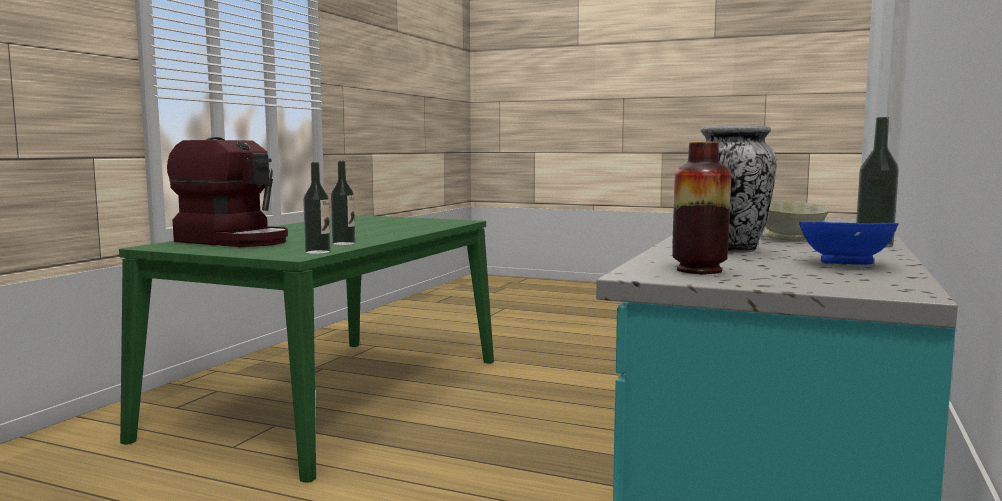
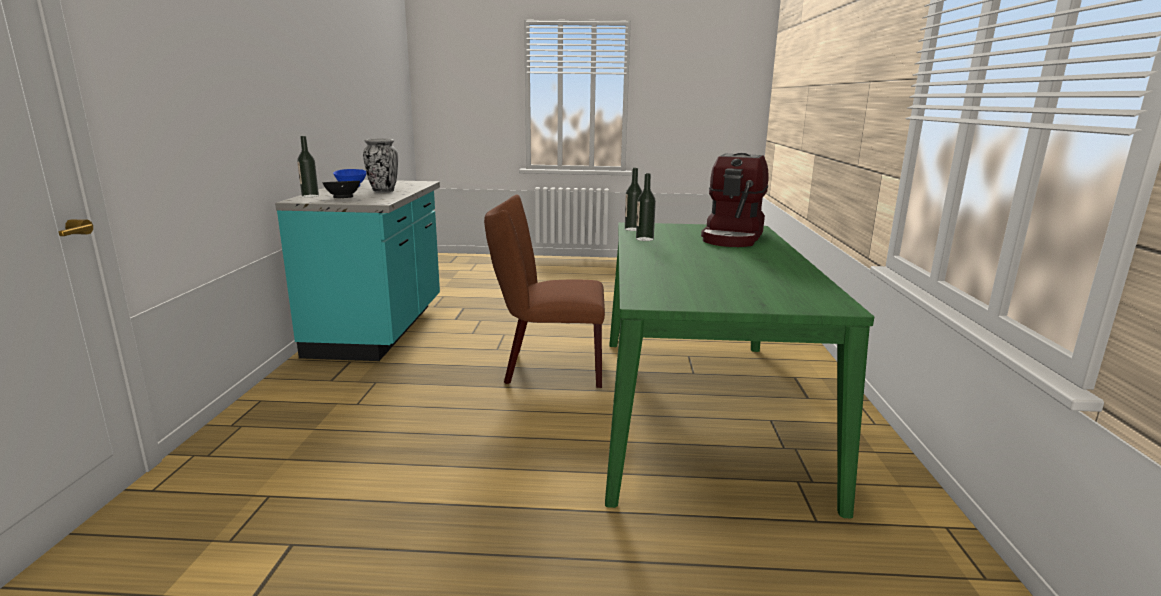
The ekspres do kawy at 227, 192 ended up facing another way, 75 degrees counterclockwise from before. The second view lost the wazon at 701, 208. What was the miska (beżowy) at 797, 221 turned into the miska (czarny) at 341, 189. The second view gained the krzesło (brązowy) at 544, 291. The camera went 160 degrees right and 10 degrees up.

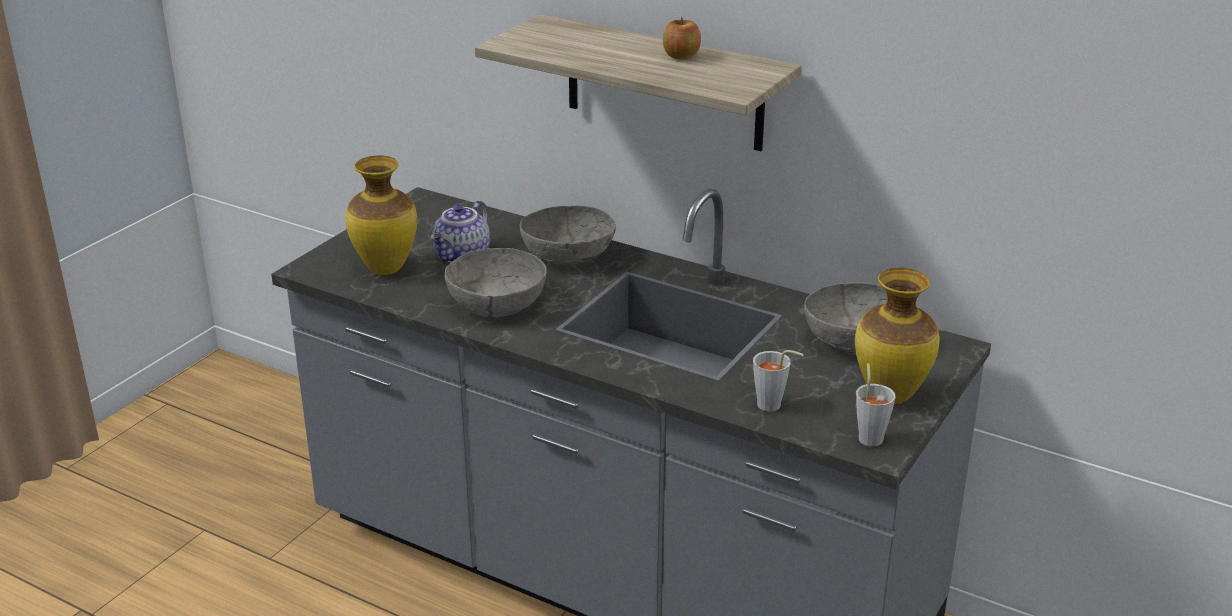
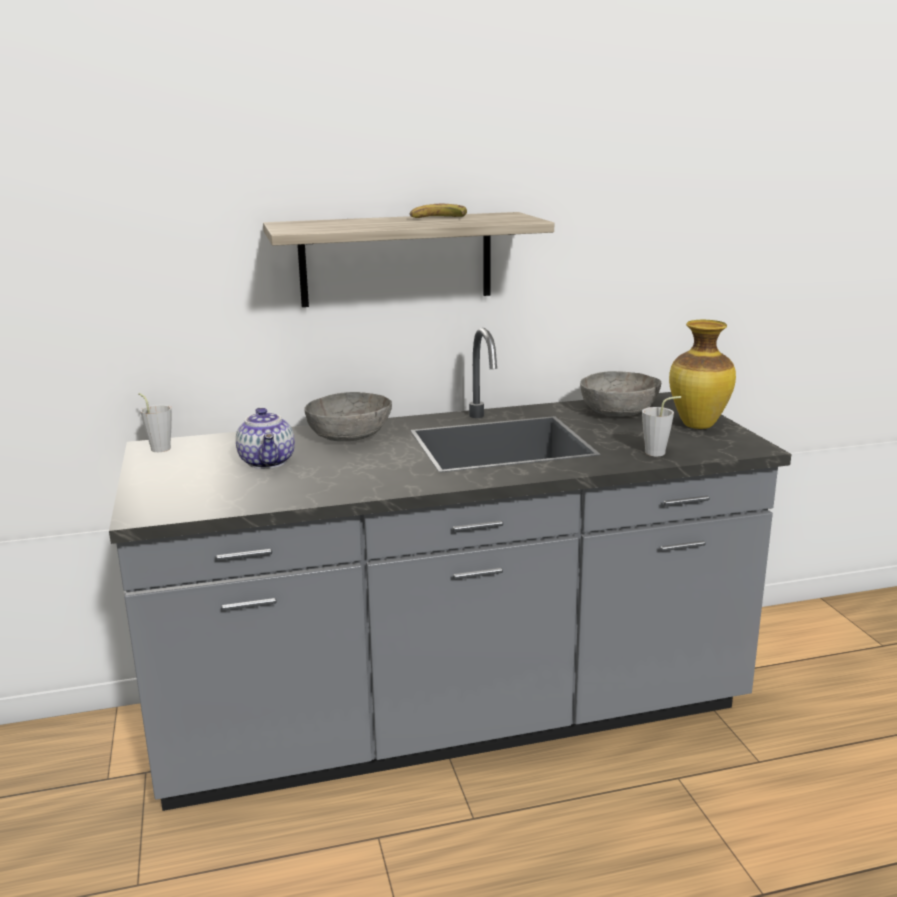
Where the jabłko stood at 682, 38, the banan came to stand at 438, 211. The second view lost the wazon at 381, 215. The second view lost the miska (szary) at 496, 282. The filiżanka (szary) ended up elsewhere, having gone from 876, 405 to 155, 422. The camera went 45 degrees left and 10 degrees down.

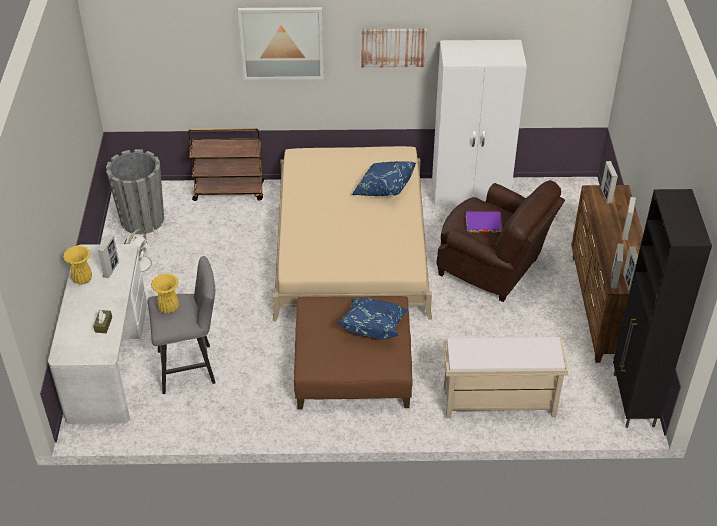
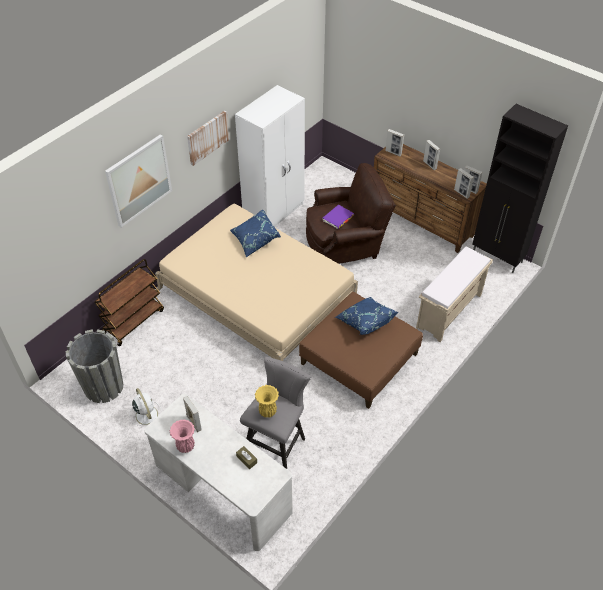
What was the wazon (żółty) at 77, 265 turned into the wazon (różowy) at 182, 436. The camera went 50 degrees left and 5 degrees up.

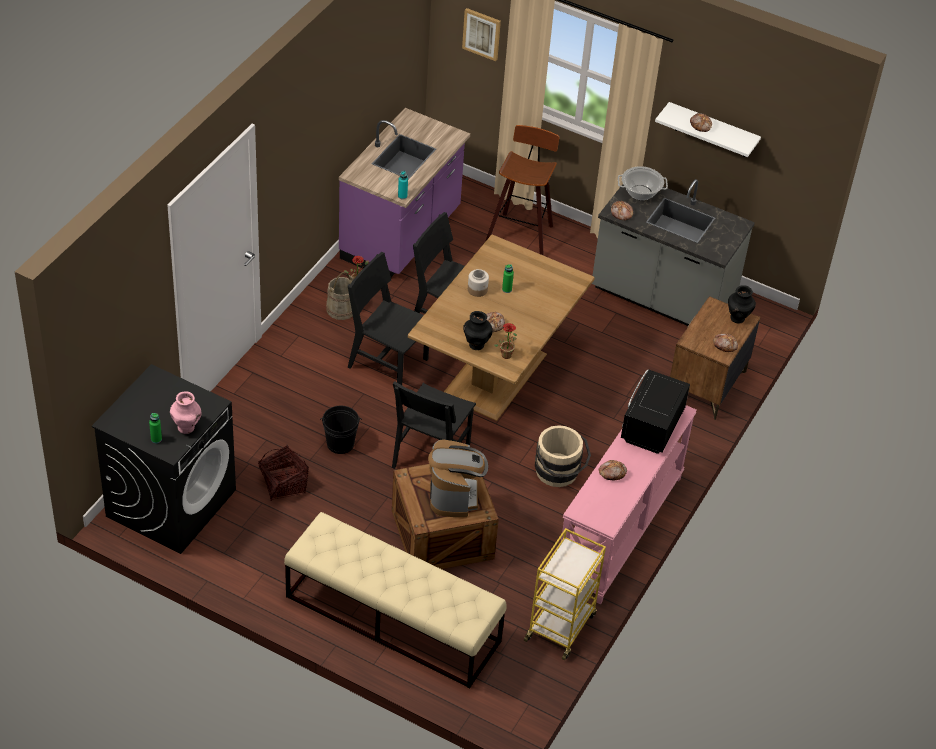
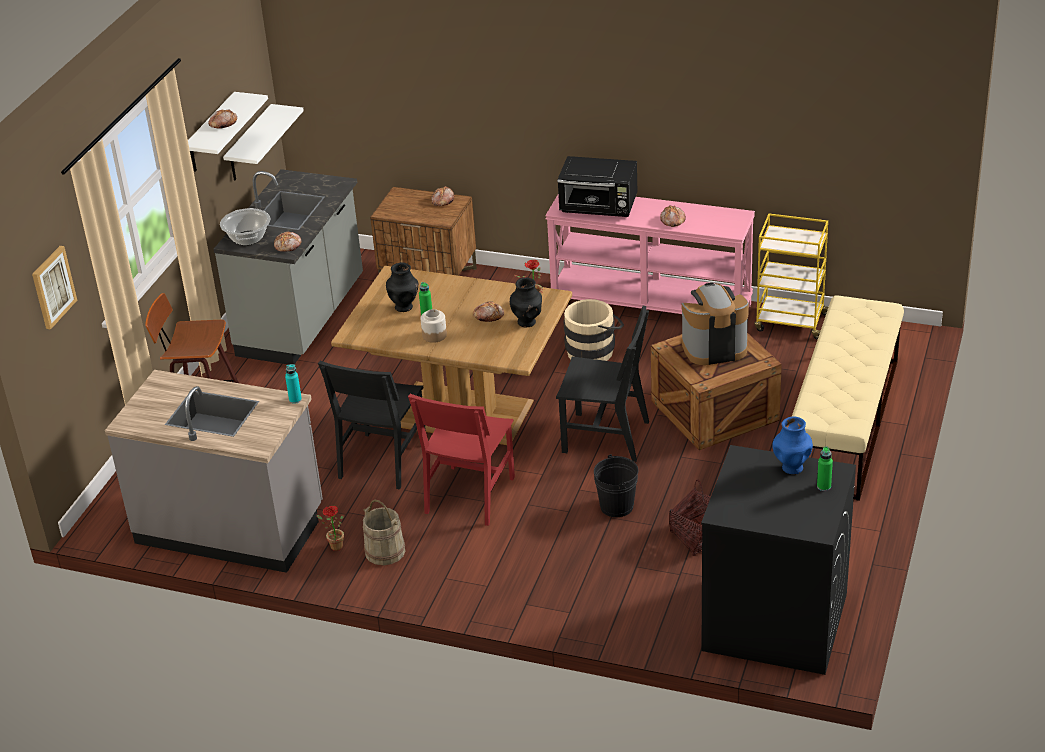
What was the zabudowa kuchenna (fioletowy) at 404, 192 turned into the zabudowa kuchenna (szary) at 214, 471. What was the krzesło (czarny) at 388, 318 turned into the krzesło (czerwony) at 461, 460. The wazon (czarny) ended up elsewhere, having gone from 742, 304 to 402, 287. What was the wazon (różowy) at 185, 412 turned into the wazon (niebieski) at 793, 446. The second view gained the półka (biały) at 263, 142. The camera went 95 degrees left and 10 degrees down.

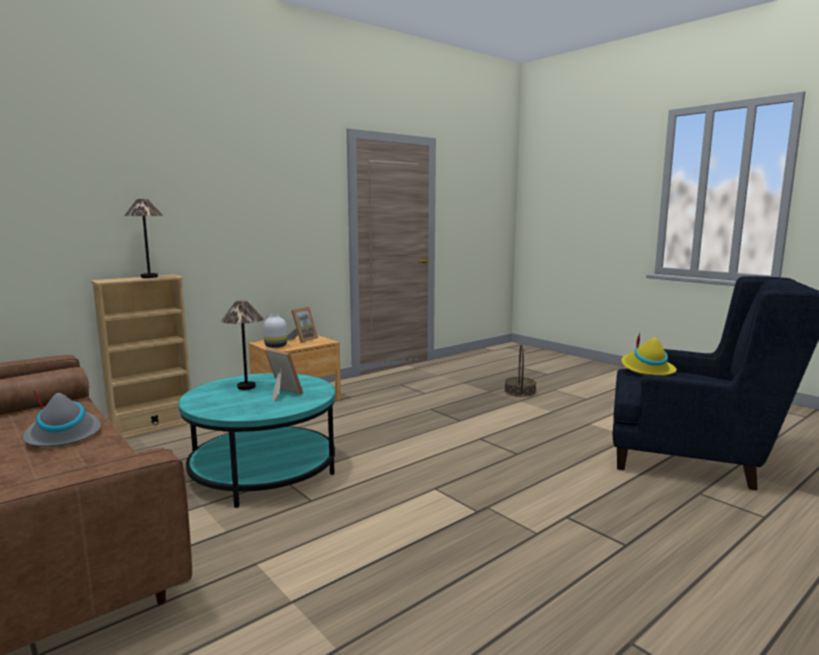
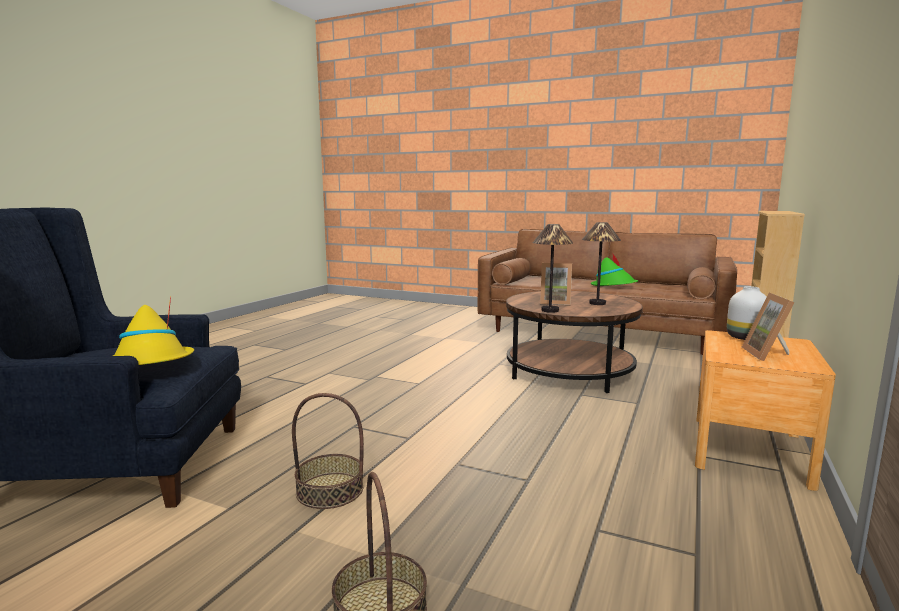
The lampa stołowa ended up elsewhere, having gone from 143, 238 to 552, 268. What was the ława (turkusowy) at 256, 440 turned into the ława (brązowy) at 574, 342. What was the kapelusz (szary) at 62, 418 turned into the kapelusz (zielony) at 614, 269. The second view gained the koszyk at 328, 451. The camera went 155 degrees right and 0 degrees up.

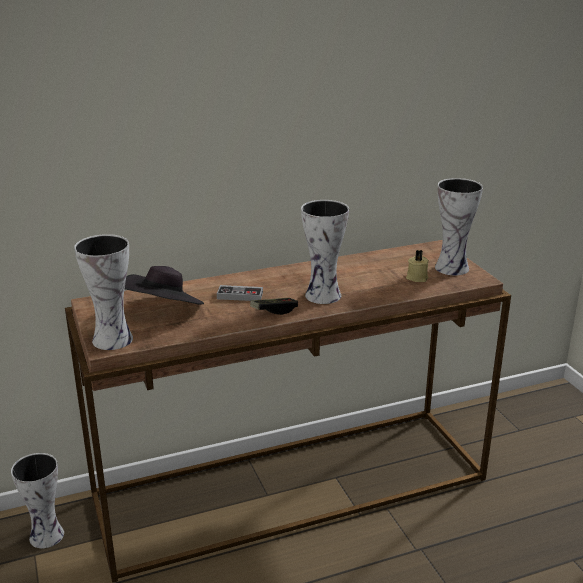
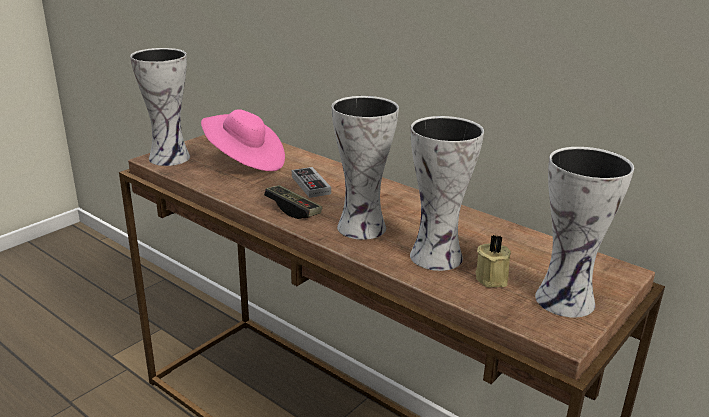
What was the kapelusz (czarny) at 164, 285 turned into the kapelusz (różowy) at 243, 140. The wazon ended up elsewhere, having gone from 37, 500 to 447, 193. The camera went 60 degrees right and 0 degrees up.

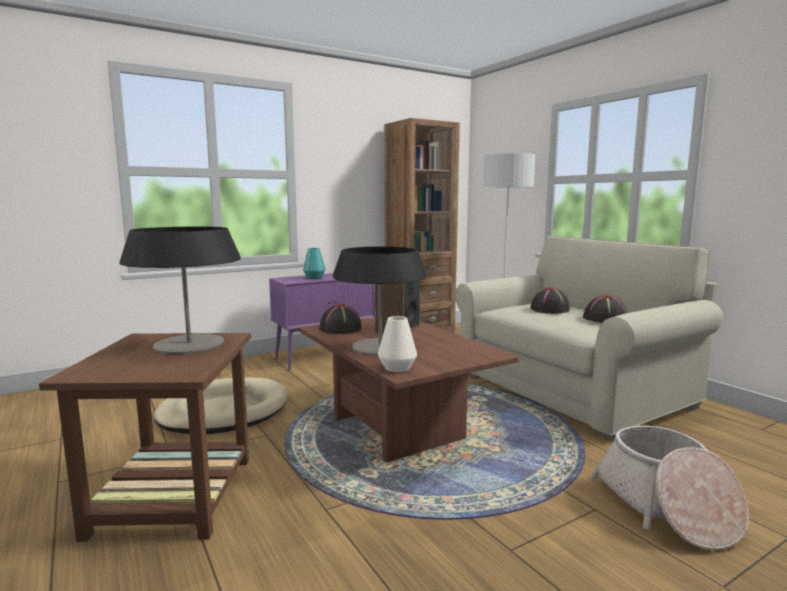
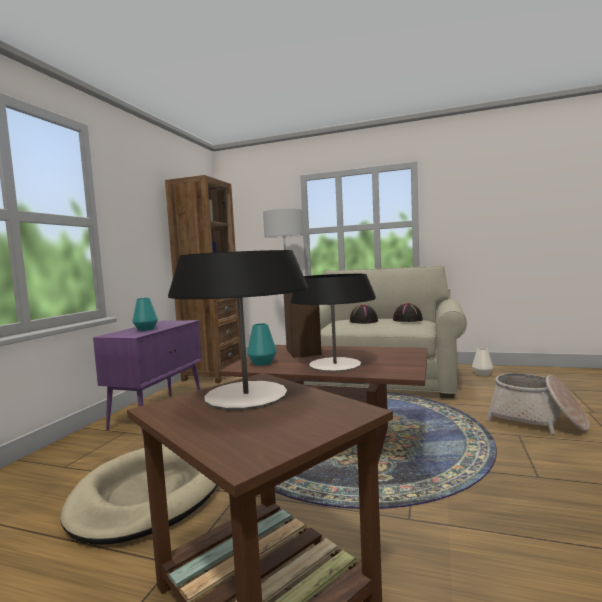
Where the kapelusz (czarny) stood at 340, 319, the wazon (turkusowy) came to stand at 262, 344. The wazon (biały) ended up elsewhere, having gone from 397, 344 to 482, 362. The camera went 40 degrees left and 5 degrees down.

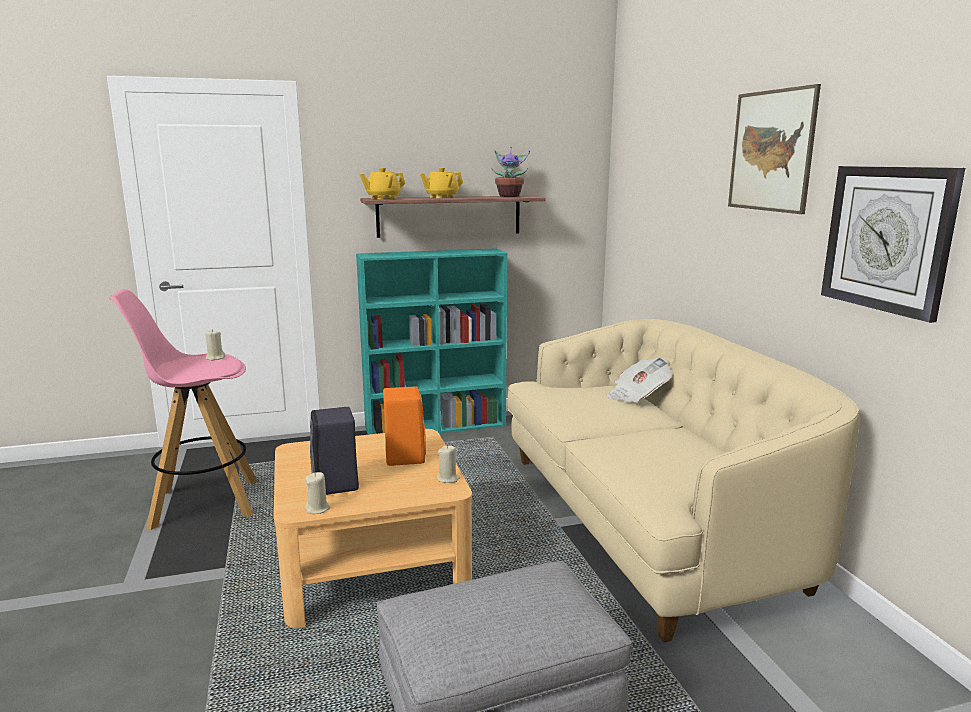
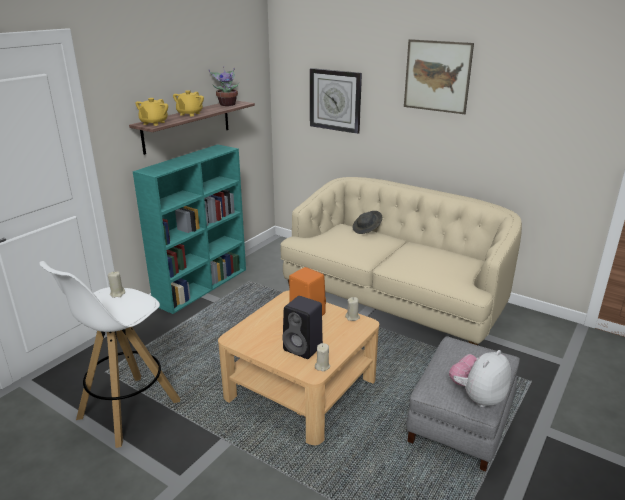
The zegar ścienny ended up elsewhere, having gone from 893, 244 to 336, 101. What was the stołek (różowy) at 183, 409 turned into the stołek (biały) at 109, 354. Where the gazeta stood at 639, 380, the kapelusz (szary) came to stand at 367, 222. The second view gained the pluszak at 480, 378. The camera went 40 degrees left and 10 degrees up.

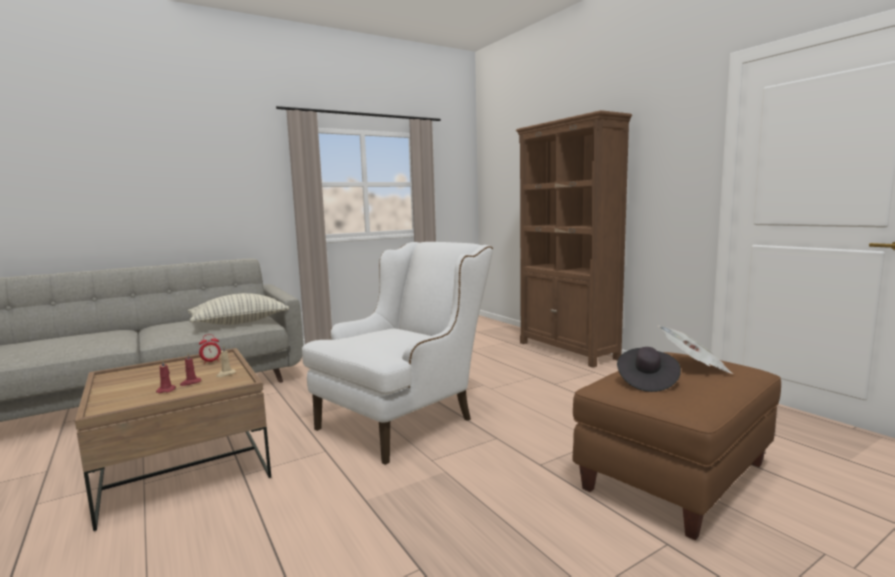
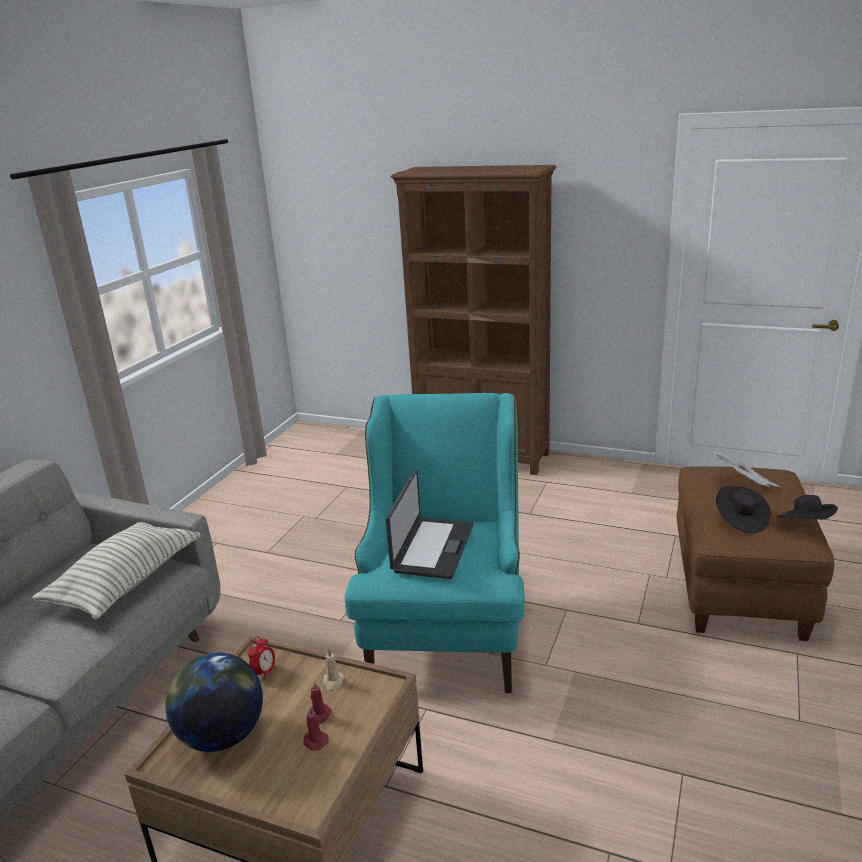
What was the fotel (biały) at 397, 353 turned into the fotel (turkusowy) at 434, 543. The second view gained the laptop at 429, 524. The second view gained the kapelusz (czarny) at 807, 507. The second view gained the globus at 214, 702. The camera went 35 degrees left and 15 degrees up.

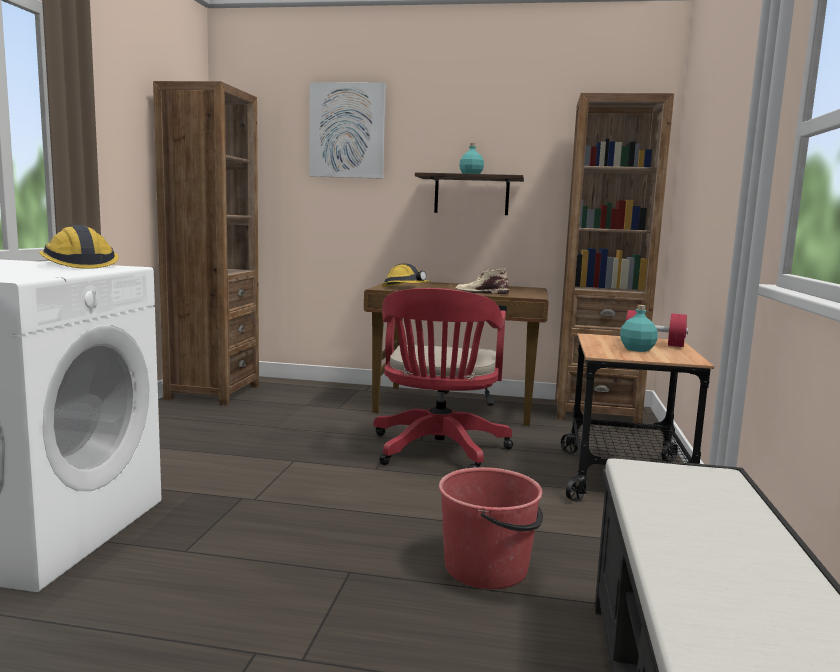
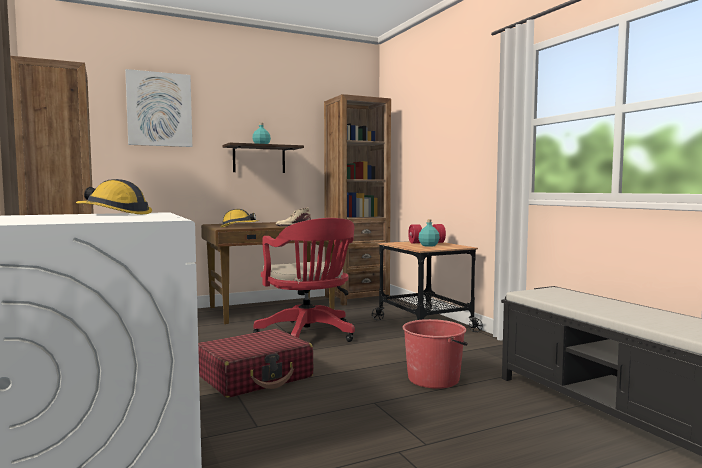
The second view gained the walizka (czerwony) at 256, 363. The camera went 35 degrees left and 5 degrees down.

